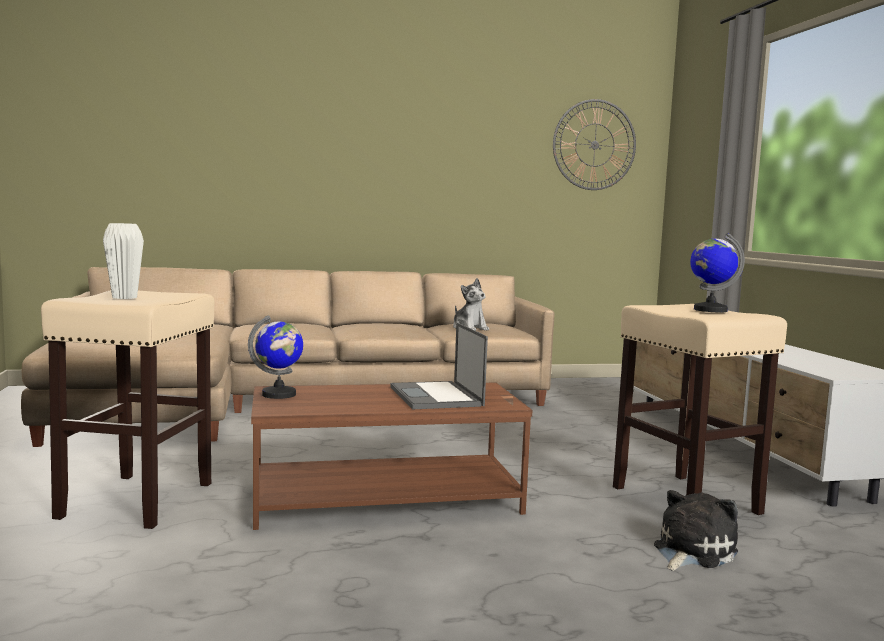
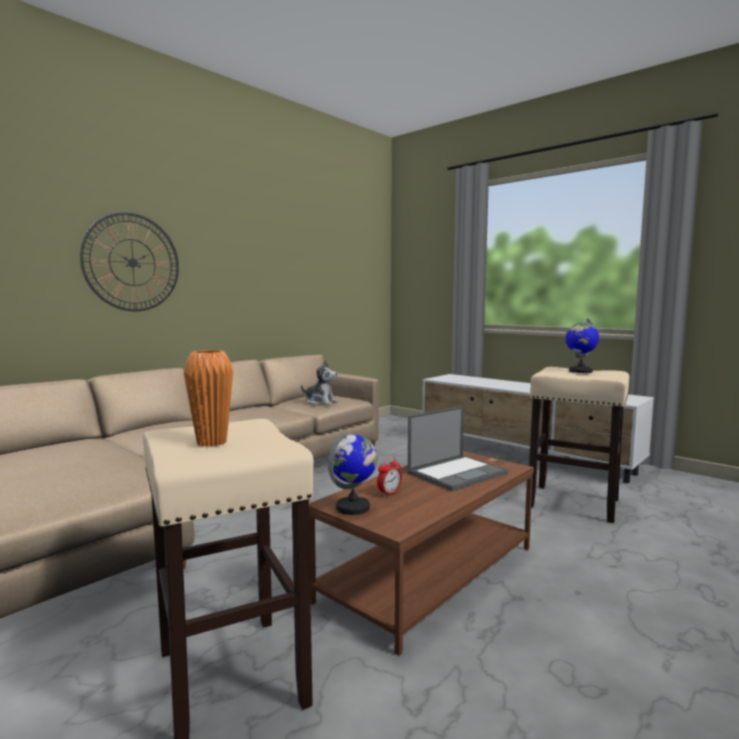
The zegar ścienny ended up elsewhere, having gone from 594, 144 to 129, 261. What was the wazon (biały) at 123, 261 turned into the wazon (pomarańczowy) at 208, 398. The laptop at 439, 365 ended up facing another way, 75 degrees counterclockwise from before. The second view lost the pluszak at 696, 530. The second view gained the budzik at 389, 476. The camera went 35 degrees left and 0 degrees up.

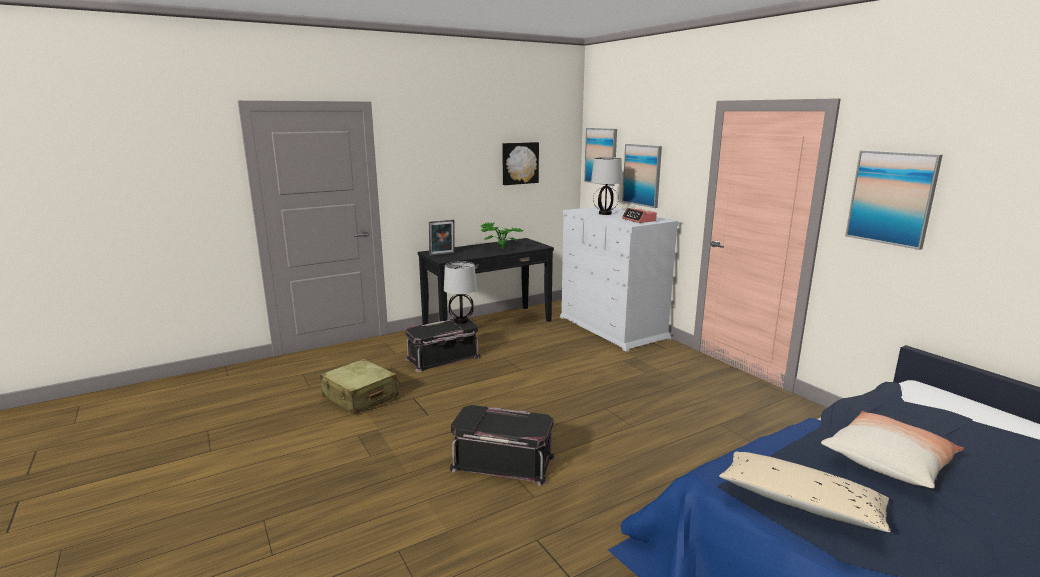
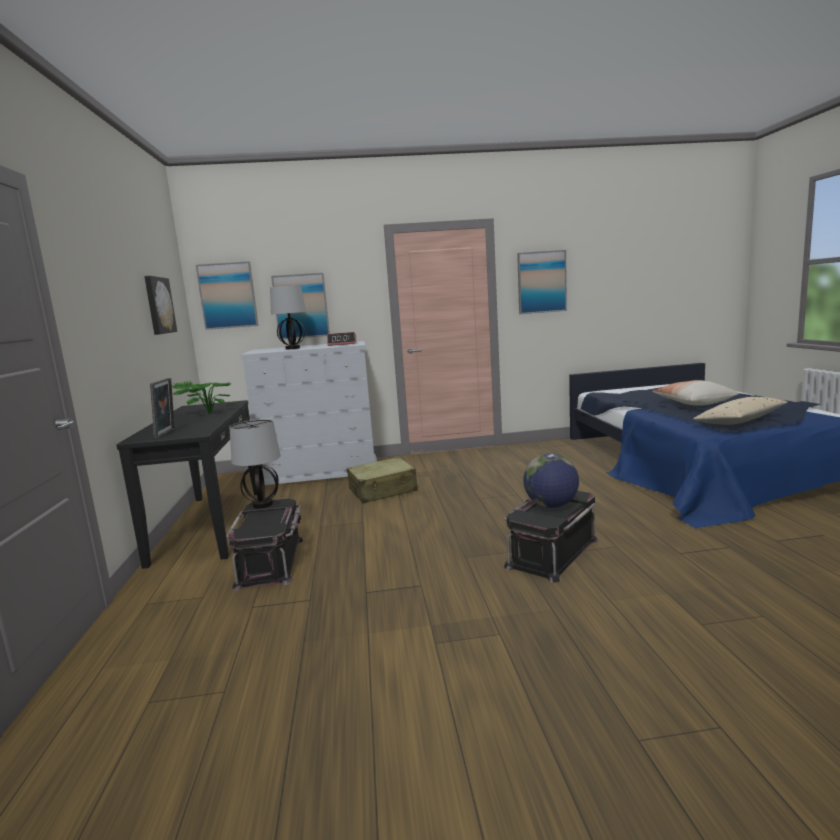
The walizka (beżowy) ended up elsewhere, having gone from 359, 387 to 382, 480. The second view gained the globus at 551, 480. The camera went 65 degrees left and 5 degrees down.

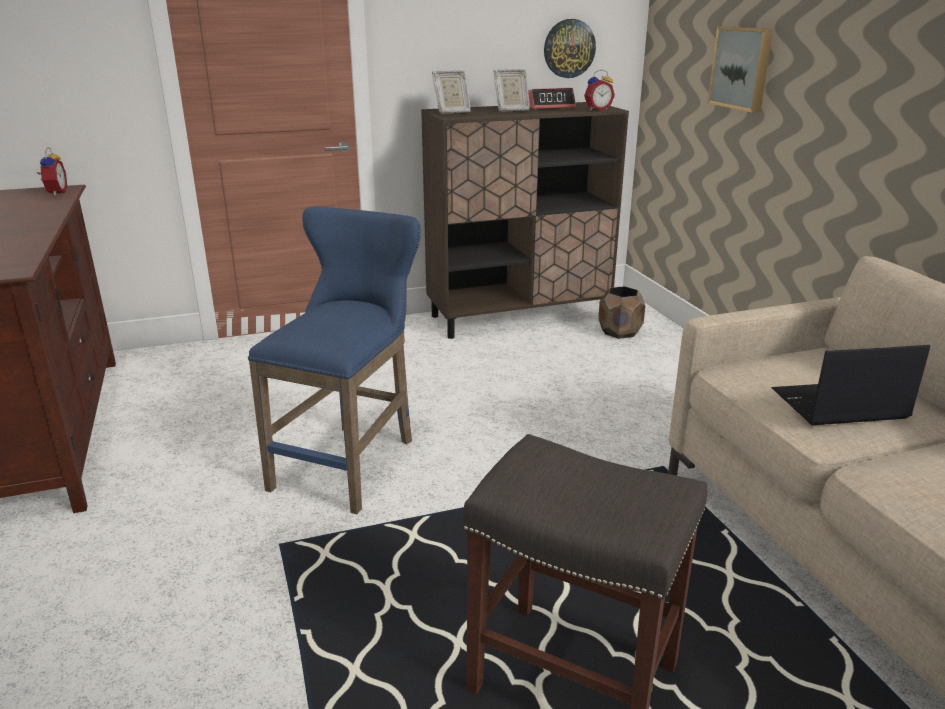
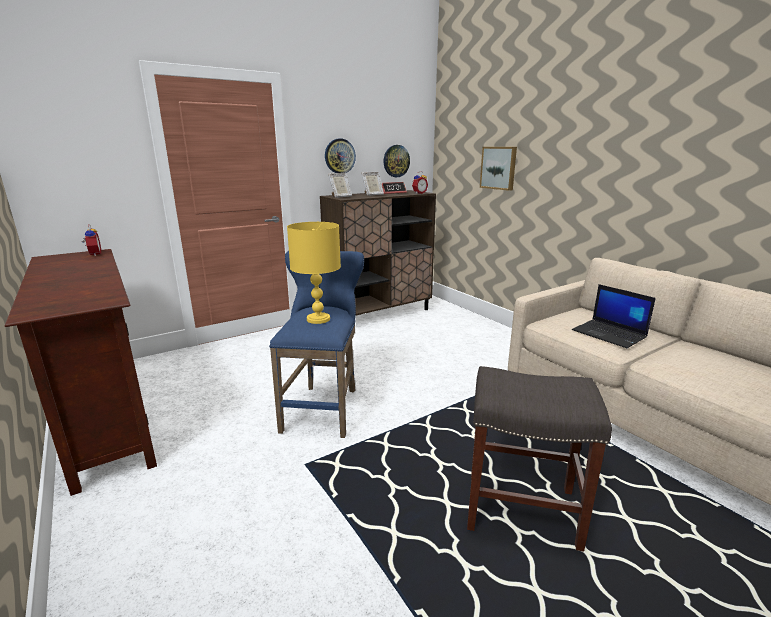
The second view lost the donica (brązowy) at 621, 312. The laptop at 851, 385 ended up facing another way, 105 degrees counterclockwise from before. The second view gained the zegar ścienny at 340, 156. The second view gained the lampa stołowa (żółty) at 314, 273. The camera went 15 degrees left and 5 degrees down.

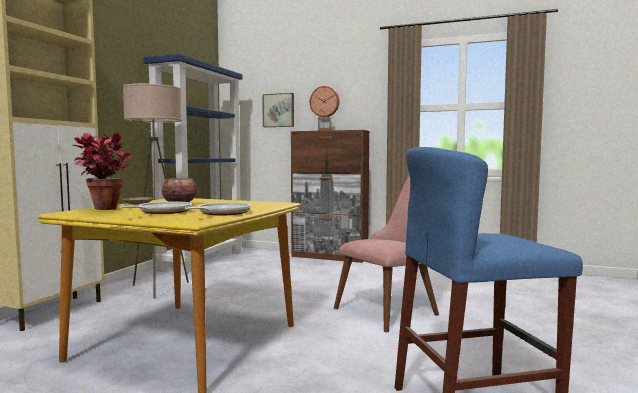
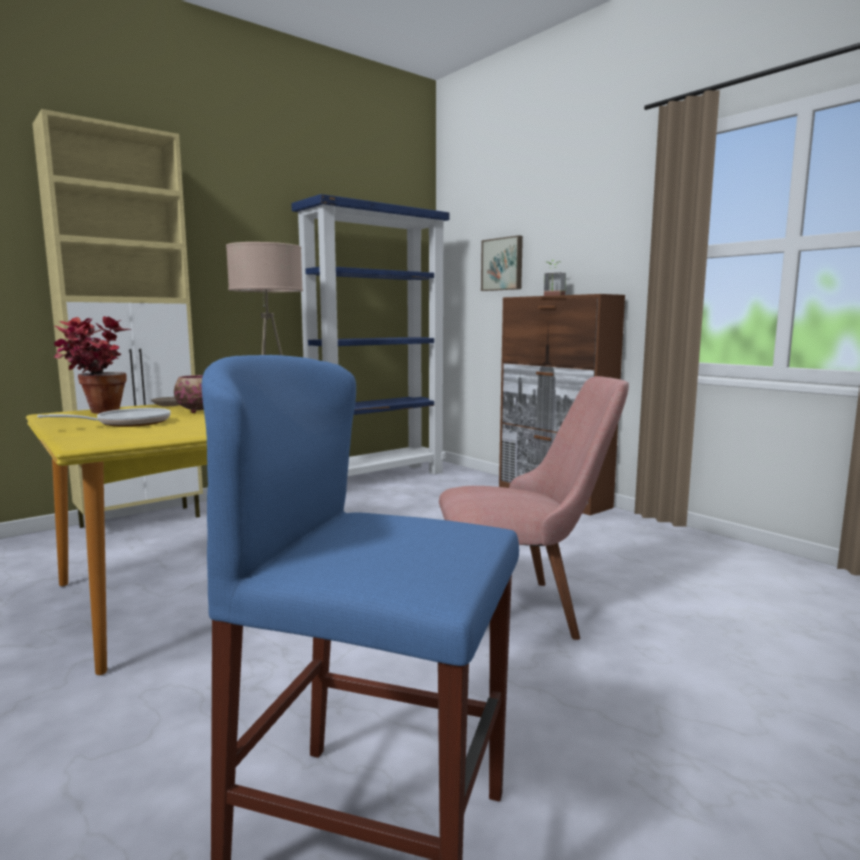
The second view lost the zegar ścienny at 325, 101. The second view lost the patelnia at 218, 209. The camera went 30 degrees right and 5 degrees up.

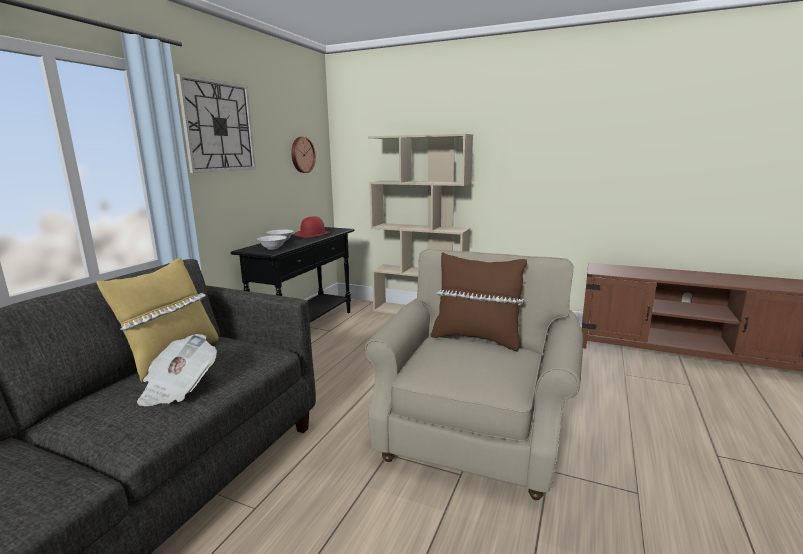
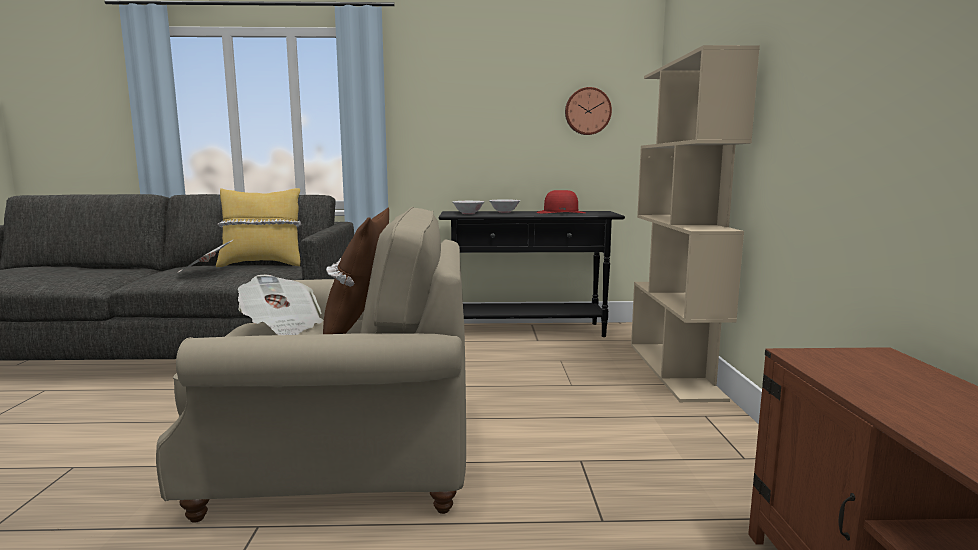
The second view lost the zegar ścienny at 216, 123. The second view gained the gazeta at 280, 305. The camera went 65 degrees right and 5 degrees down.

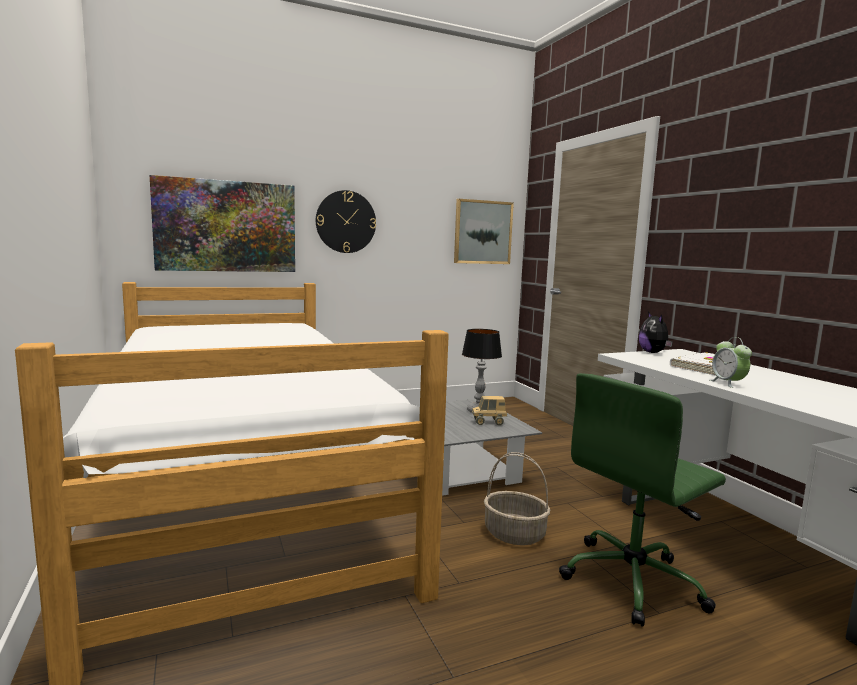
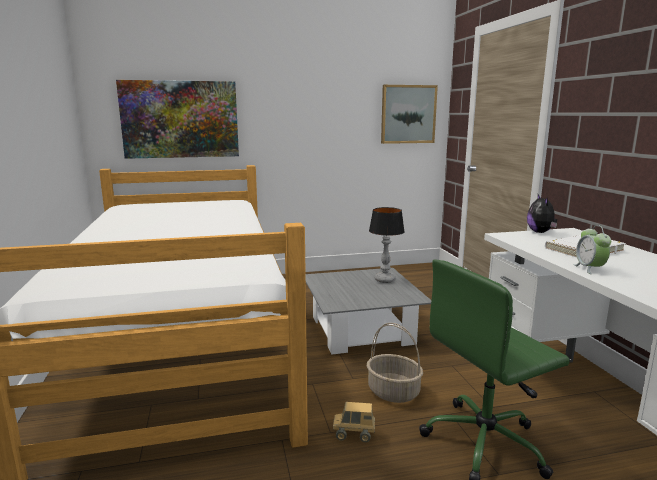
The second view lost the zegar ścienny at 346, 221. The ciężarówka zabawkowa ended up elsewhere, having gone from 489, 410 to 354, 422. The camera went 10 degrees right and 5 degrees up.

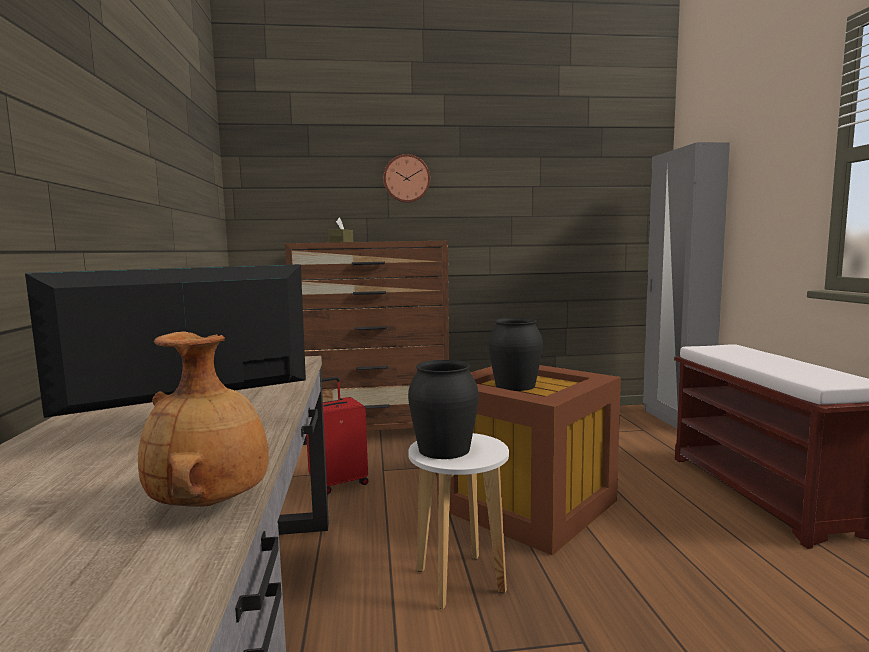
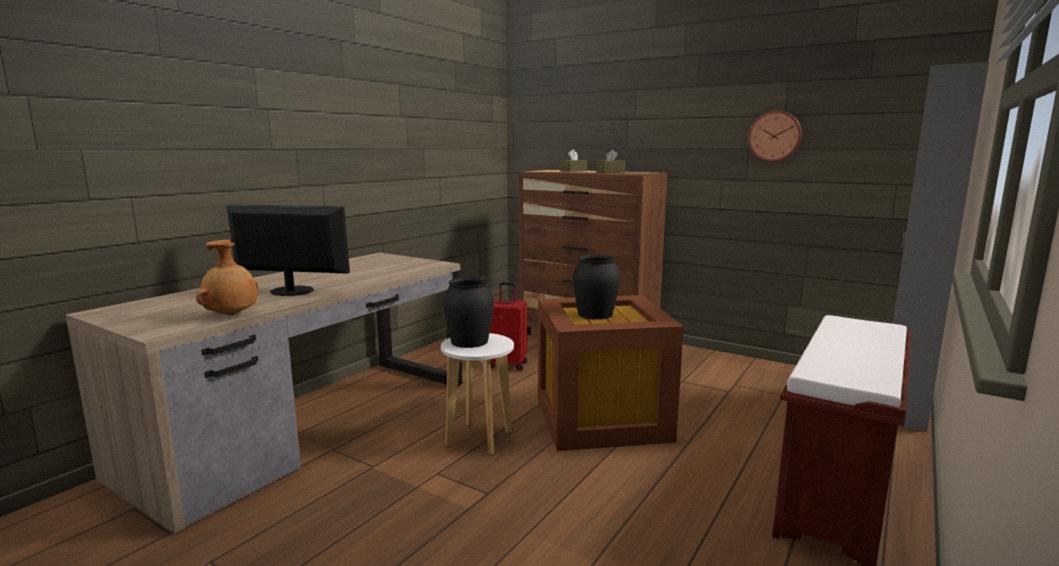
The zegar ścienny ended up elsewhere, having gone from 406, 178 to 775, 136. The second view gained the pudełko chusteczek (brązowy) at 611, 161. The camera went 40 degrees right and 5 degrees up.

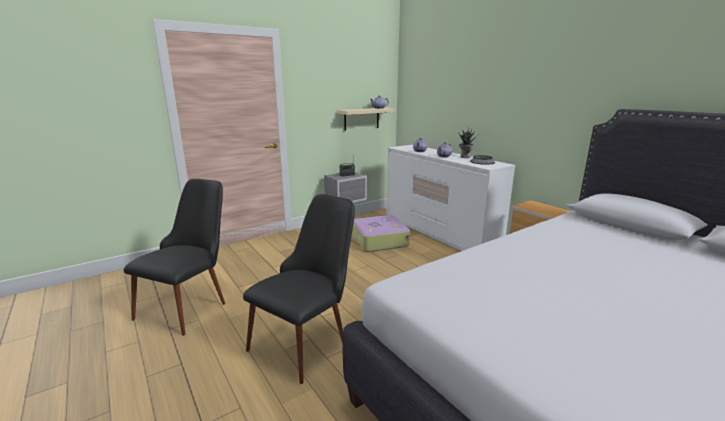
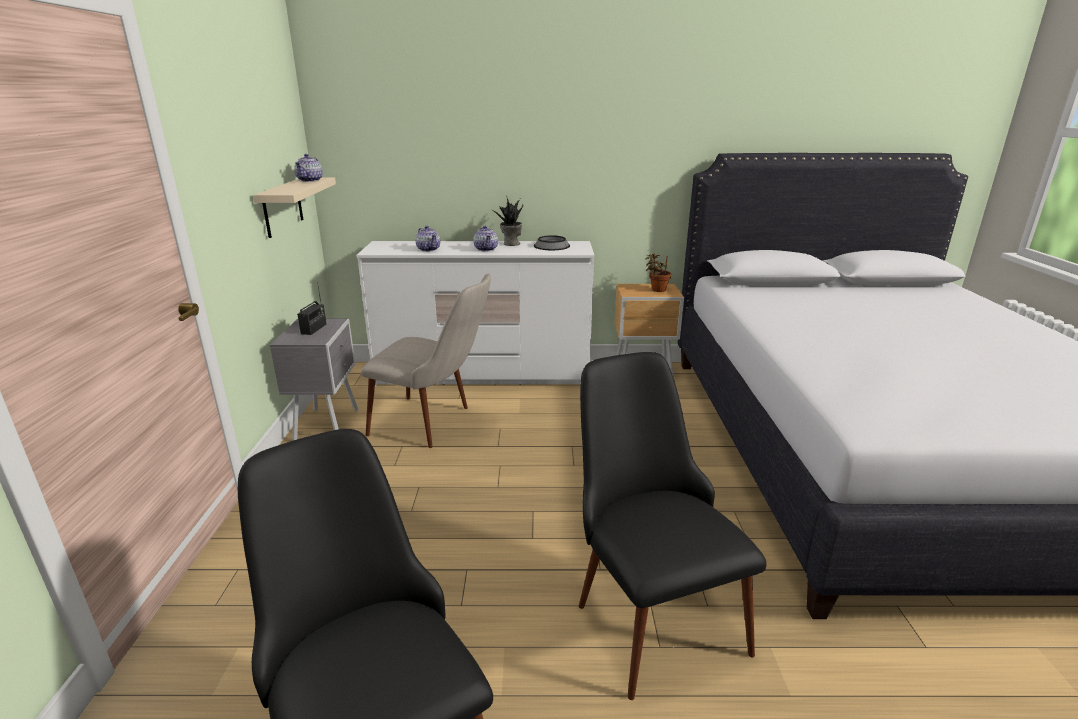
Where the walizka stood at 381, 233, the krzesło (beżowy) came to stand at 426, 360. The second view gained the roślina doniczkowa at 658, 272. The camera went 55 degrees left and 5 degrees up.

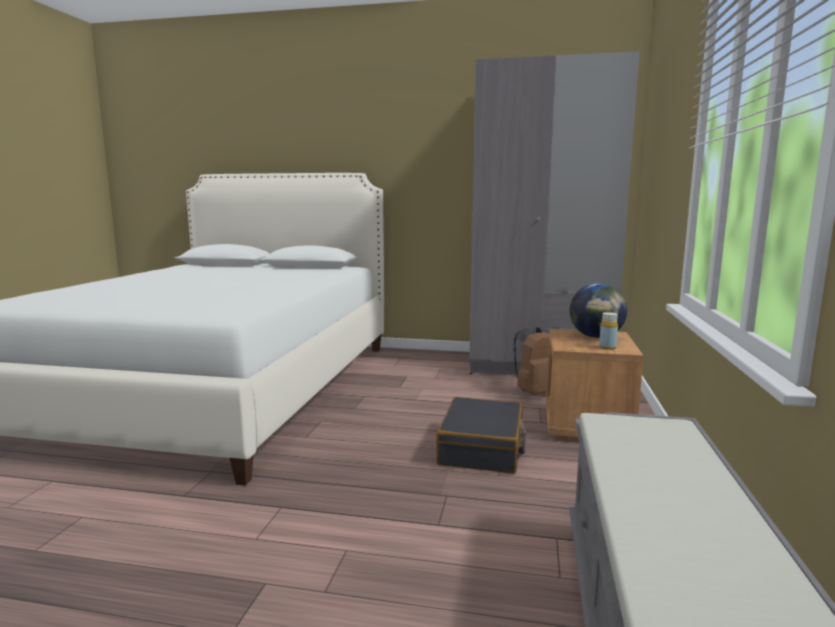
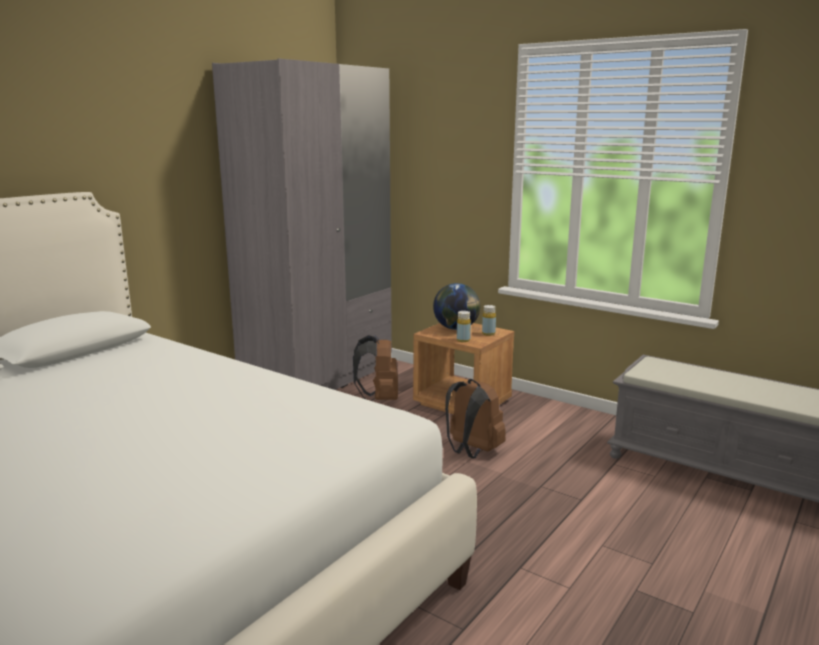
Where the walizka (czarny) stood at 481, 435, the plecak (brązowy) came to stand at 475, 419. The second view gained the butelka (żółty) at 464, 326. The camera went 65 degrees left and 5 degrees up.

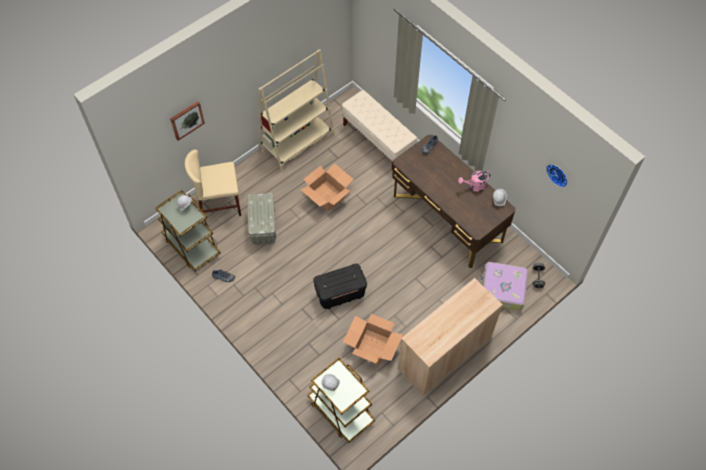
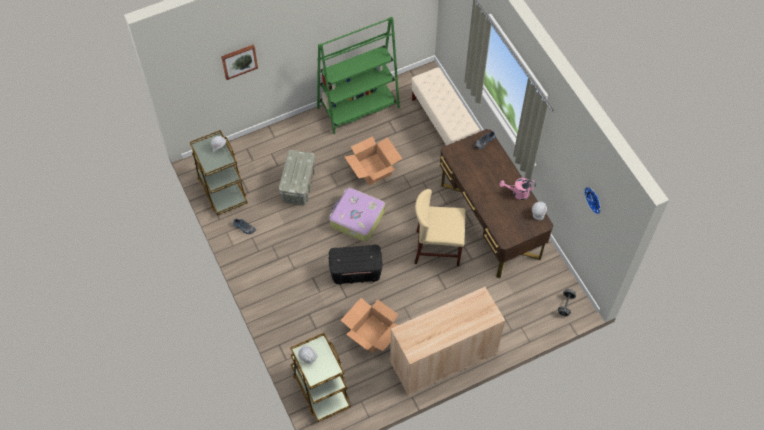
What was the regał (beżowy) at 296, 110 turned into the regał (zielony) at 358, 75. The krzesło (beżowy) ended up elsewhere, having gone from 213, 183 to 440, 227. The walizka ended up elsewhere, having gone from 503, 286 to 357, 215. The camera went 15 degrees right and 0 degrees up.

